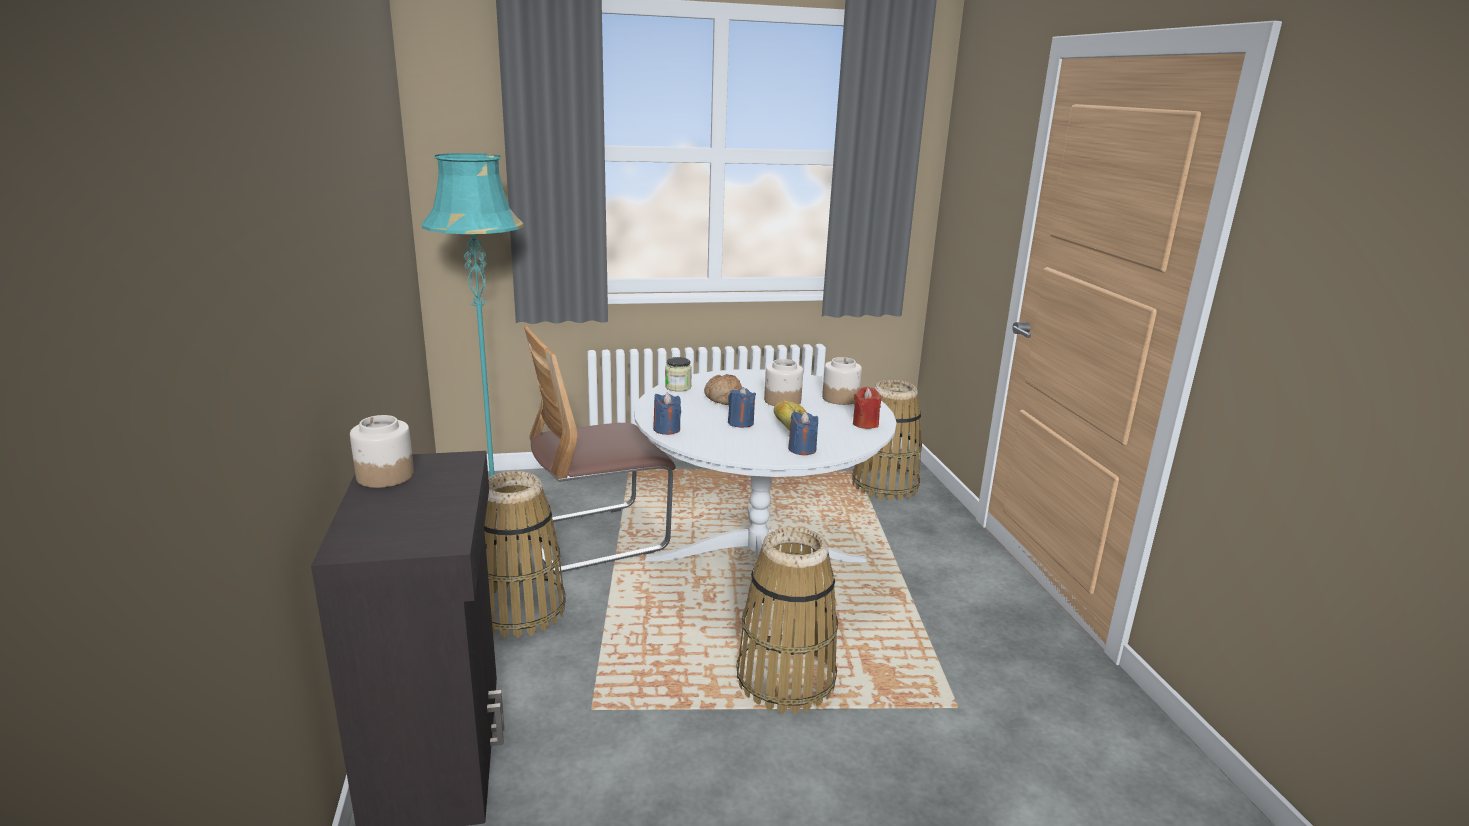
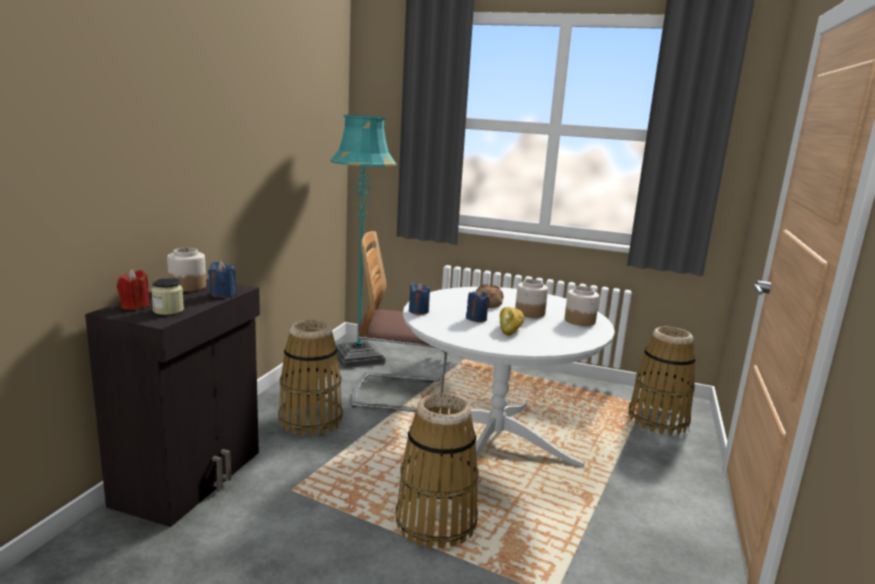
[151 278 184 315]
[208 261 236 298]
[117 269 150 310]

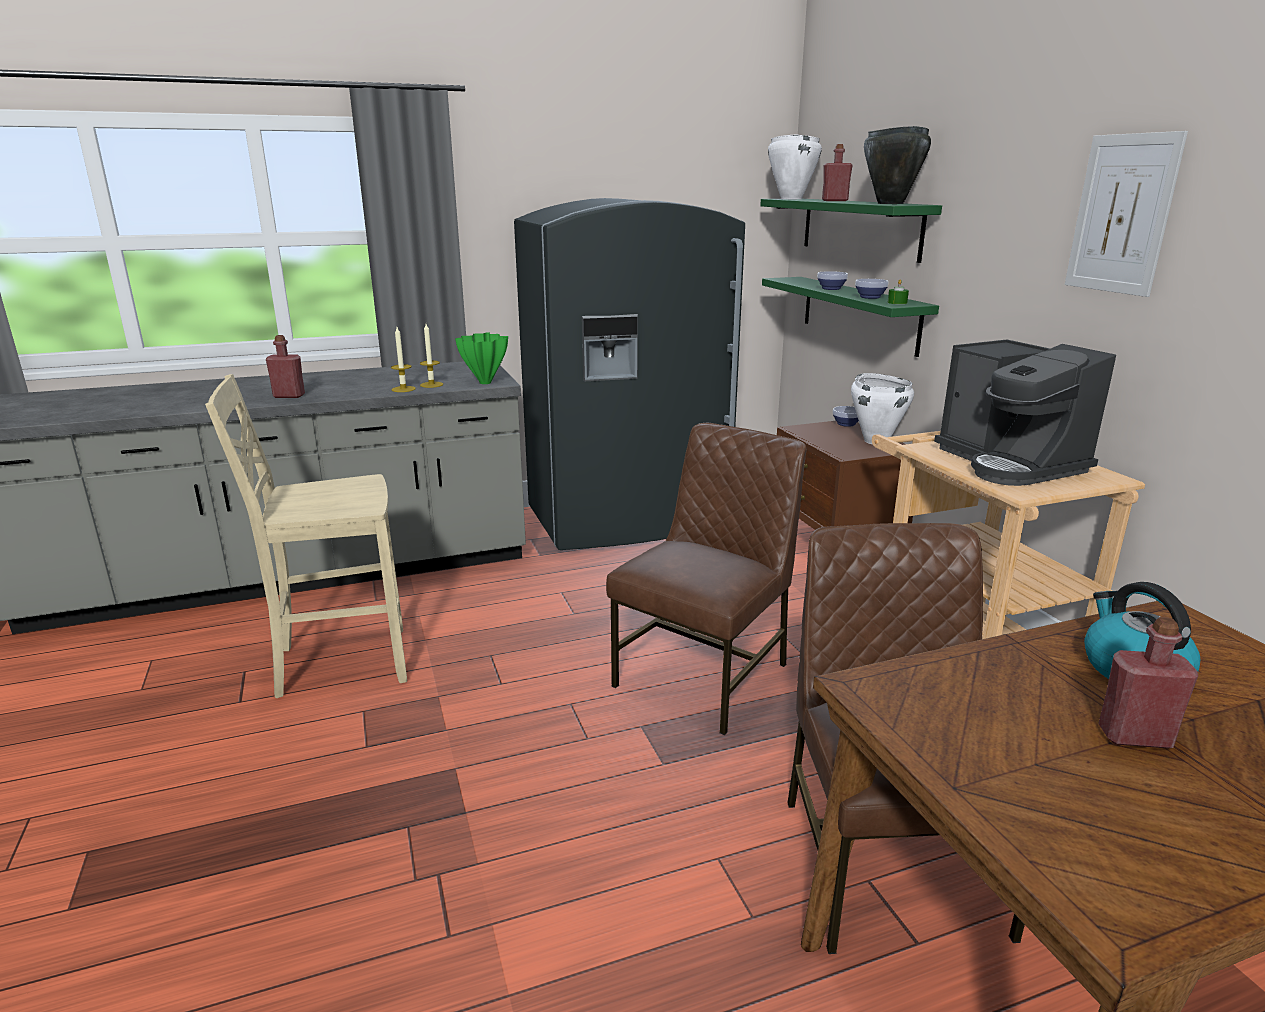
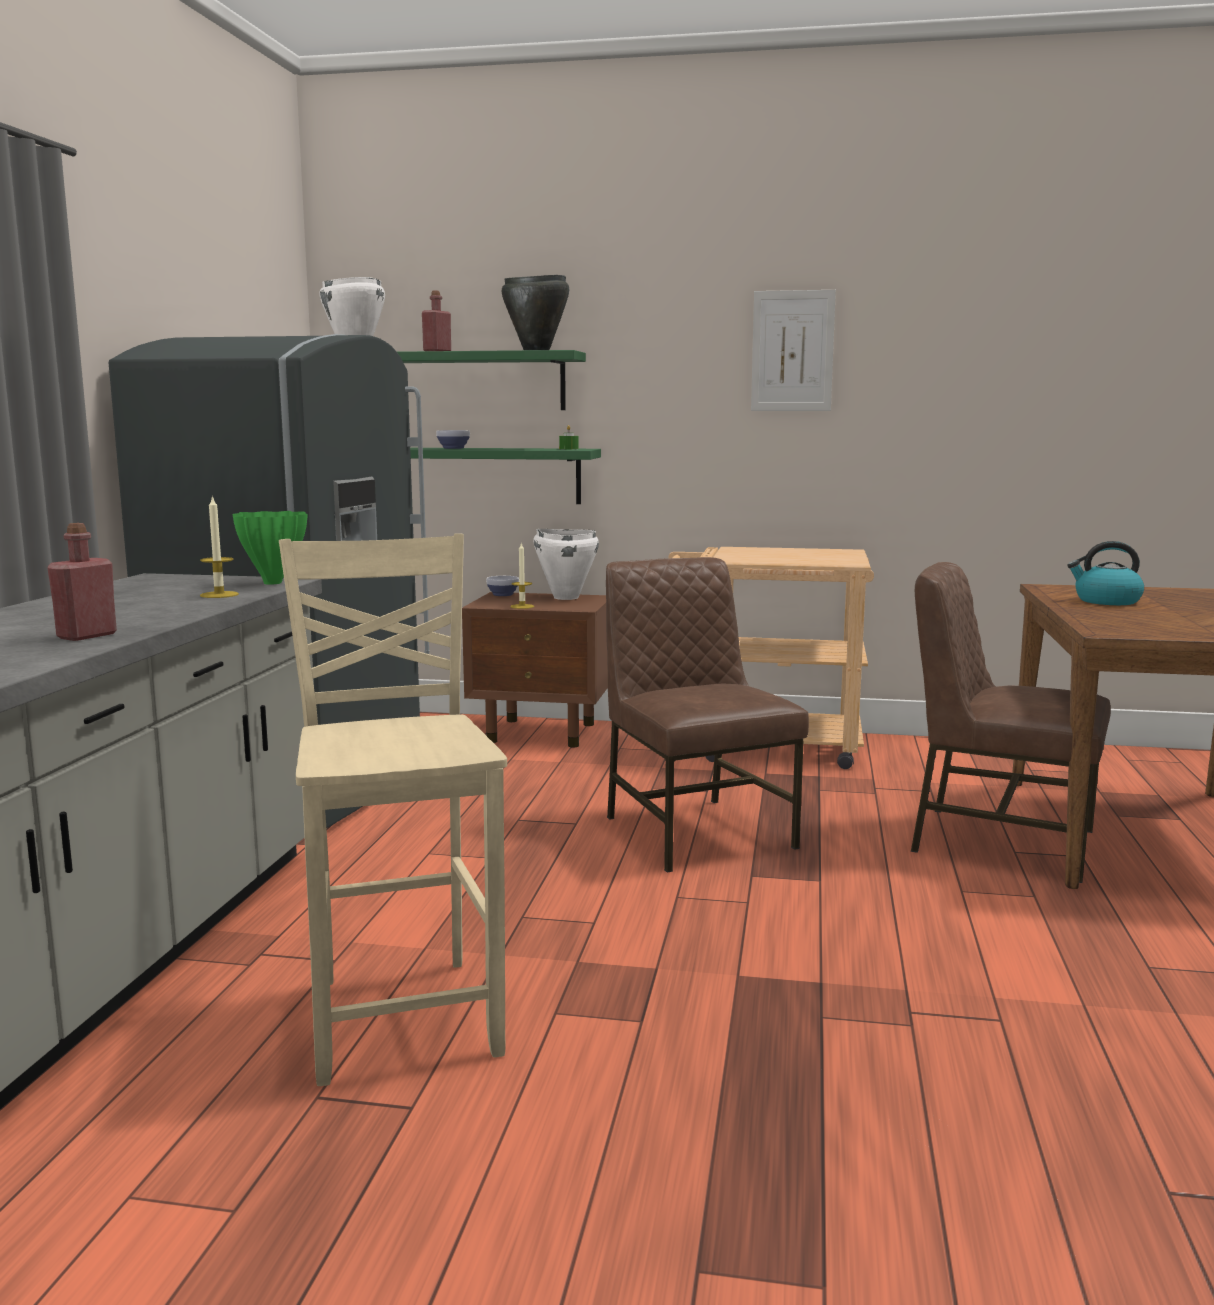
[855 279 888 299] (first image)
[934 340 1116 486] (first image)
[1098 617 1198 748] (first image)
[510 543 534 609]
[279 533 507 1086]

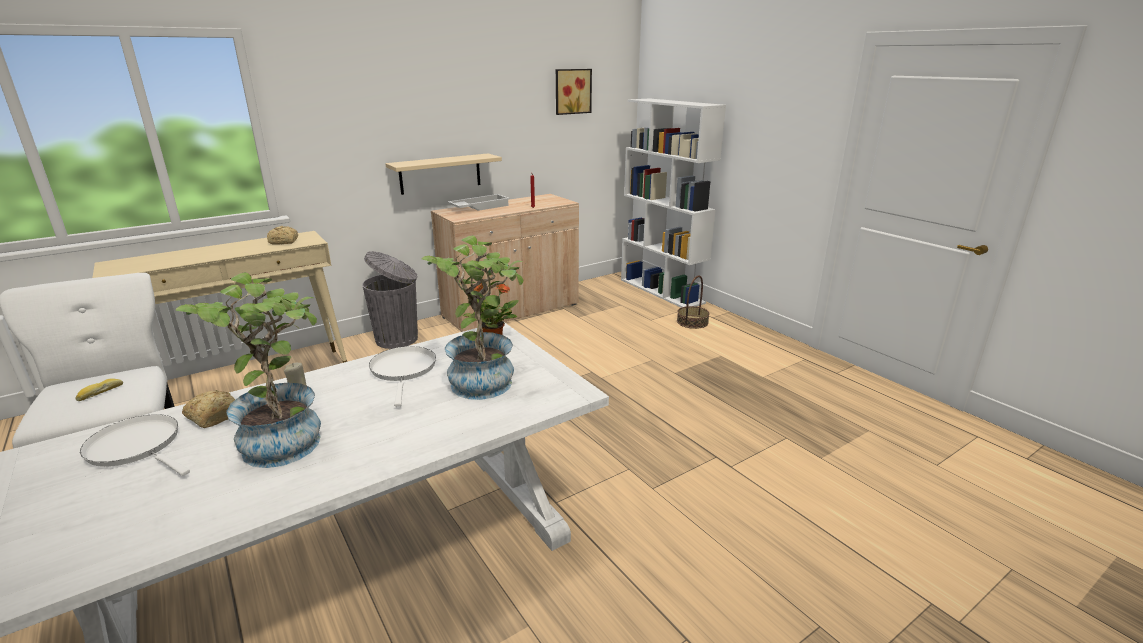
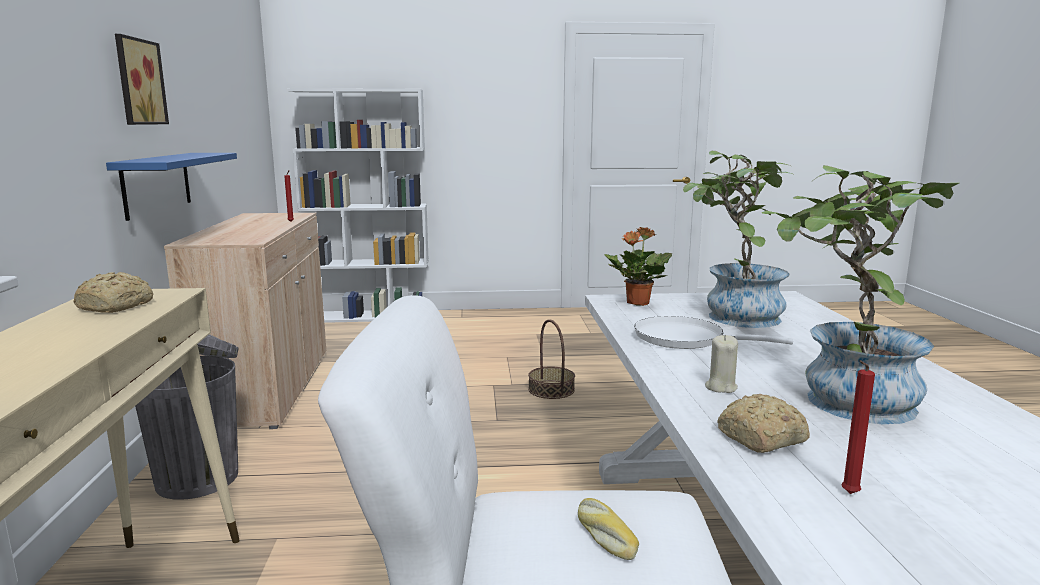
[448 194 510 211] (first image)
[115 34 169 125]
[528 319 575 399]
[841 360 875 494]
[106 153 237 221]

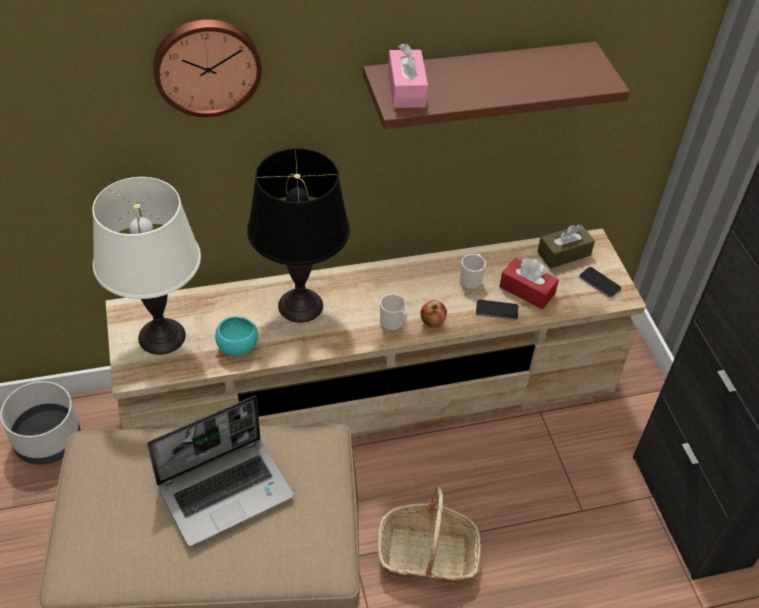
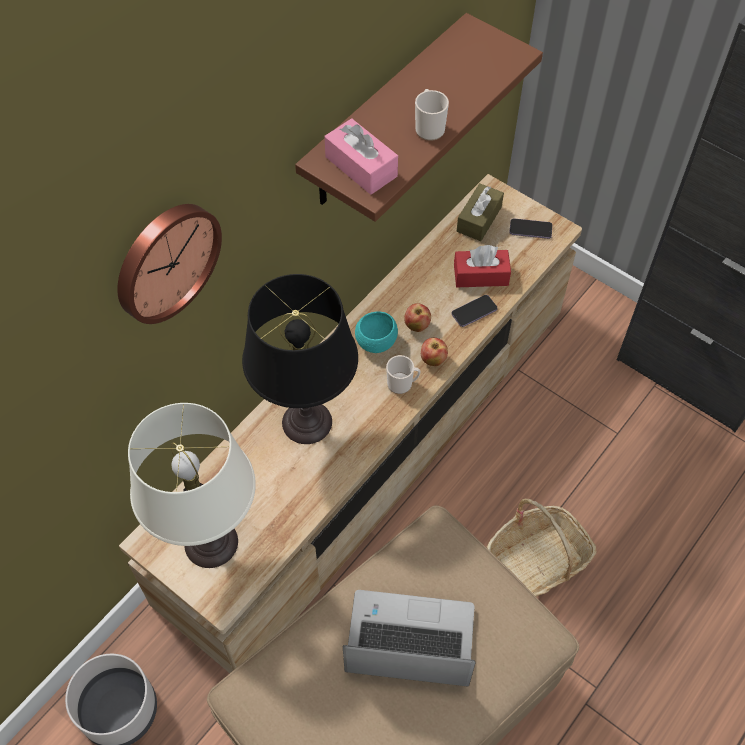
[404 303 431 332]
[355 312 398 353]
[415 89 449 141]
[343 590 476 686]

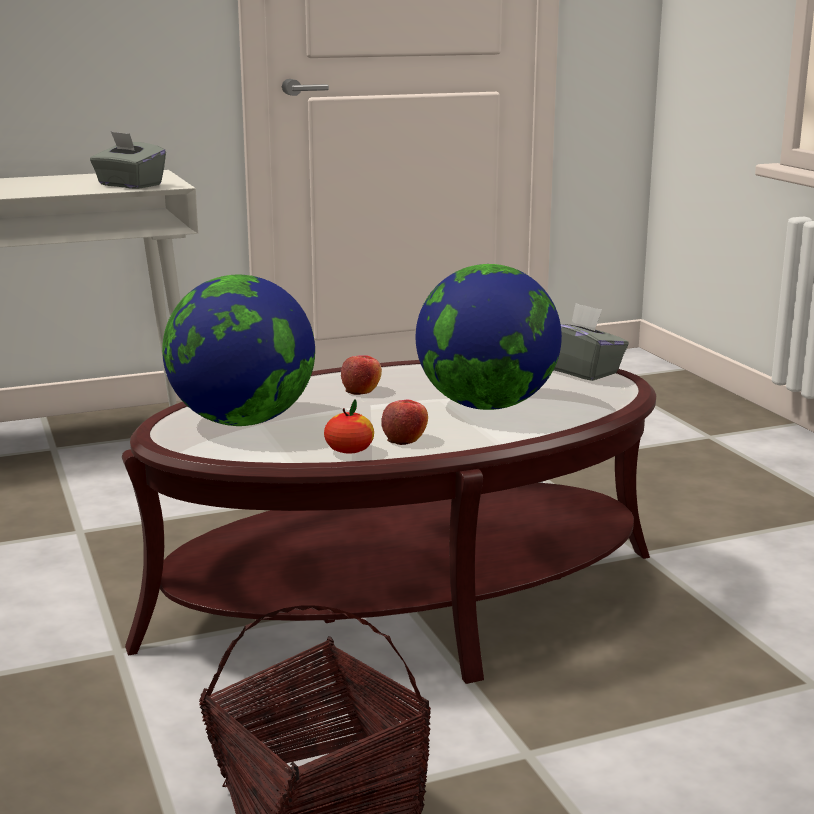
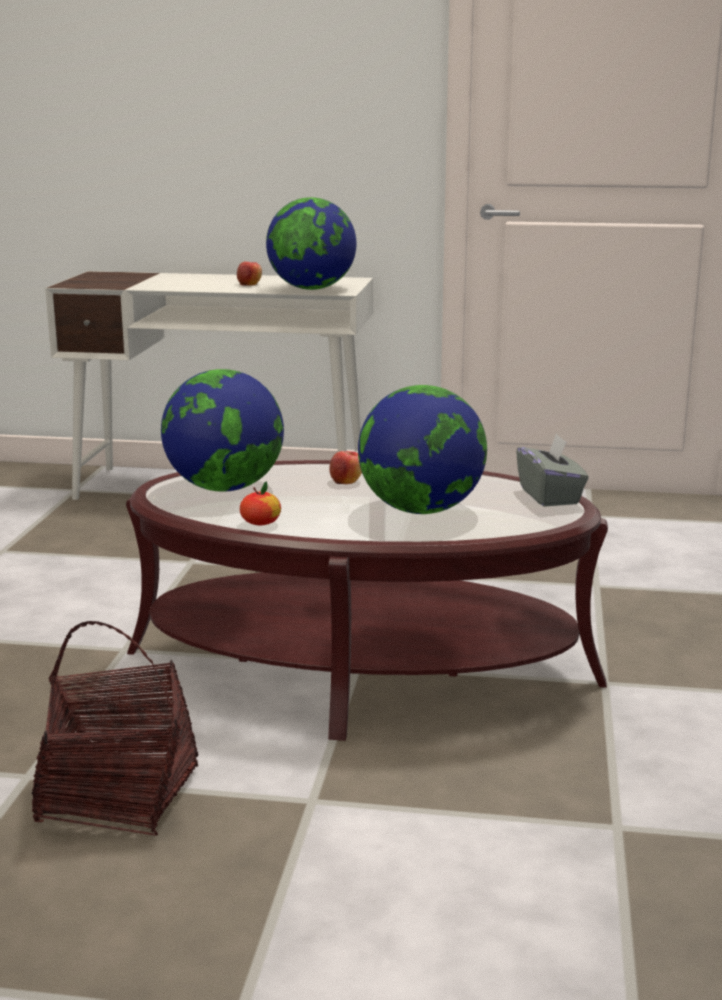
[237 262 262 286]
[266 197 356 290]

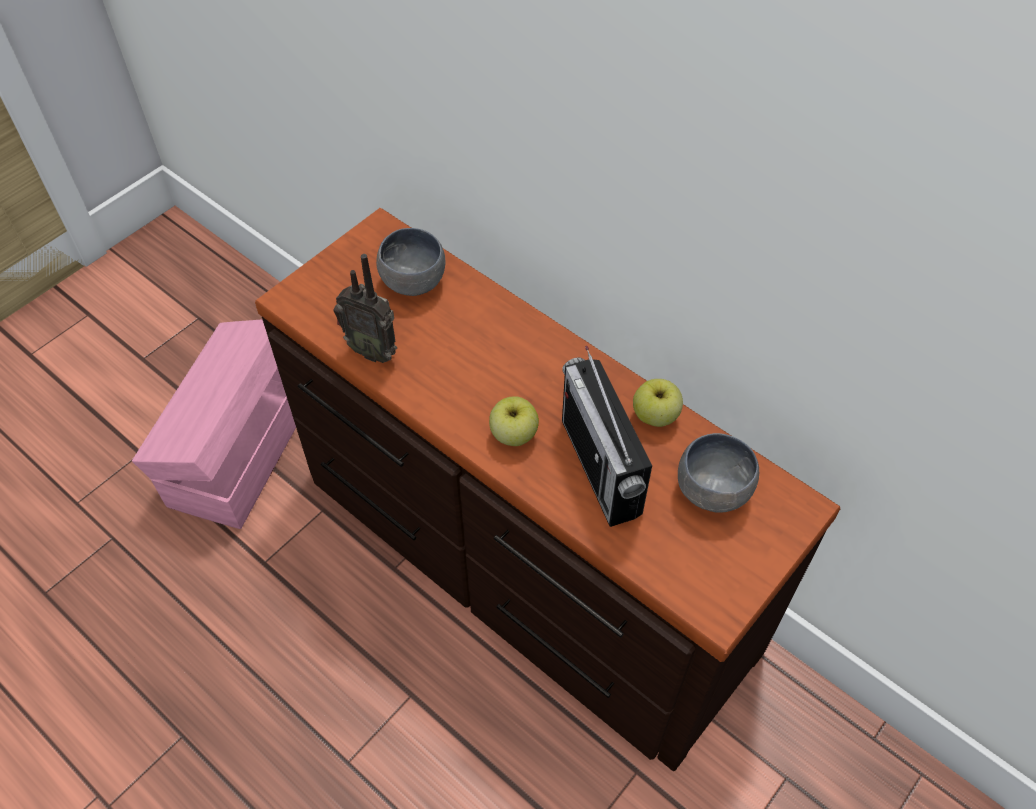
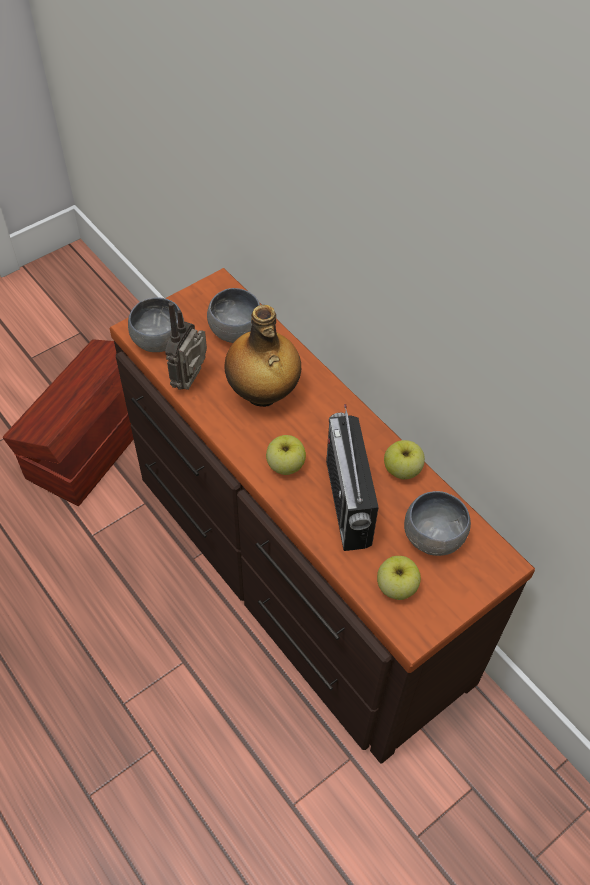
[128 297 184 352]
[224 305 301 407]
[377 556 421 600]
[3 340 134 506]
[165 302 207 390]

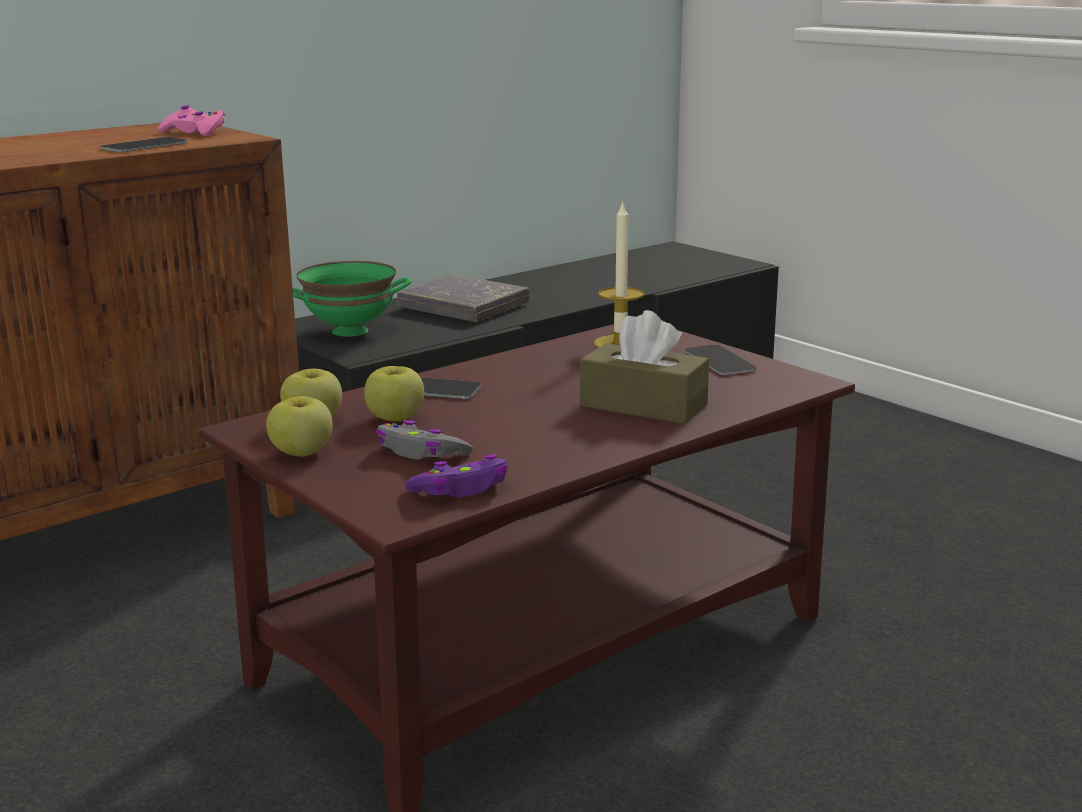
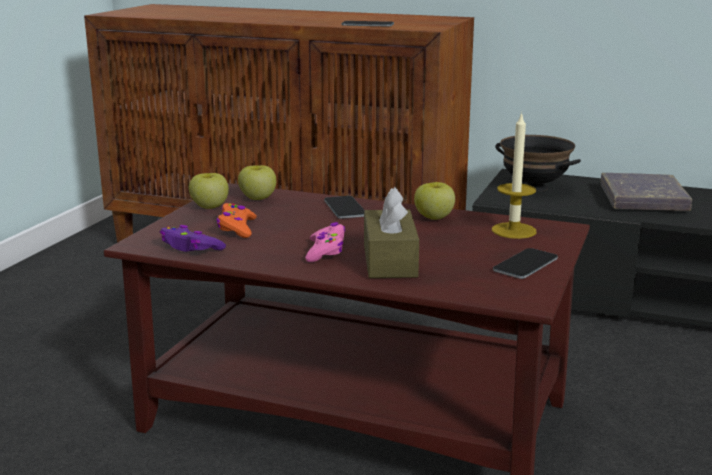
[305 222 345 262]
[414 182 455 220]
[495 135 581 192]
[216 203 257 238]

